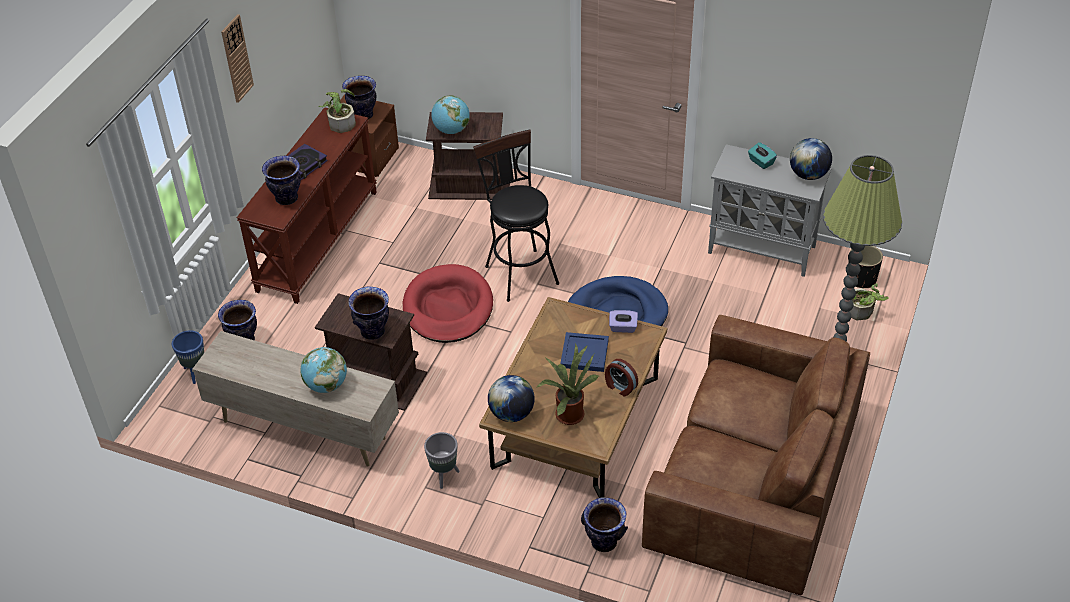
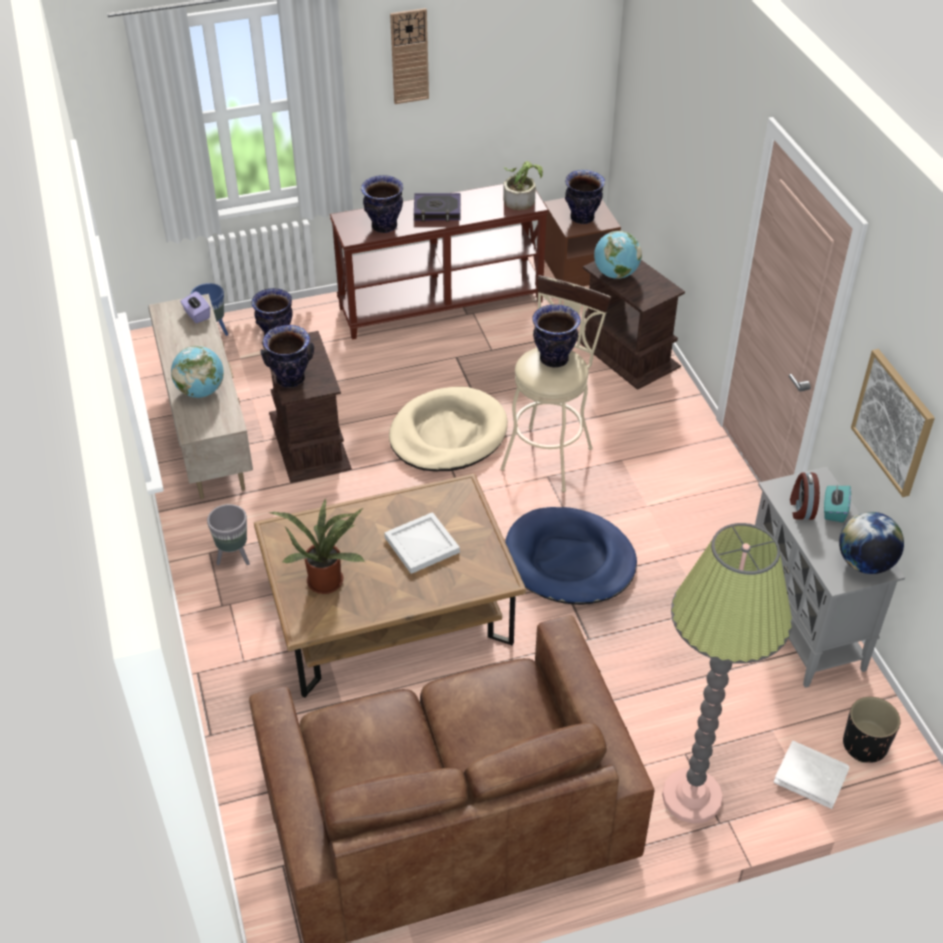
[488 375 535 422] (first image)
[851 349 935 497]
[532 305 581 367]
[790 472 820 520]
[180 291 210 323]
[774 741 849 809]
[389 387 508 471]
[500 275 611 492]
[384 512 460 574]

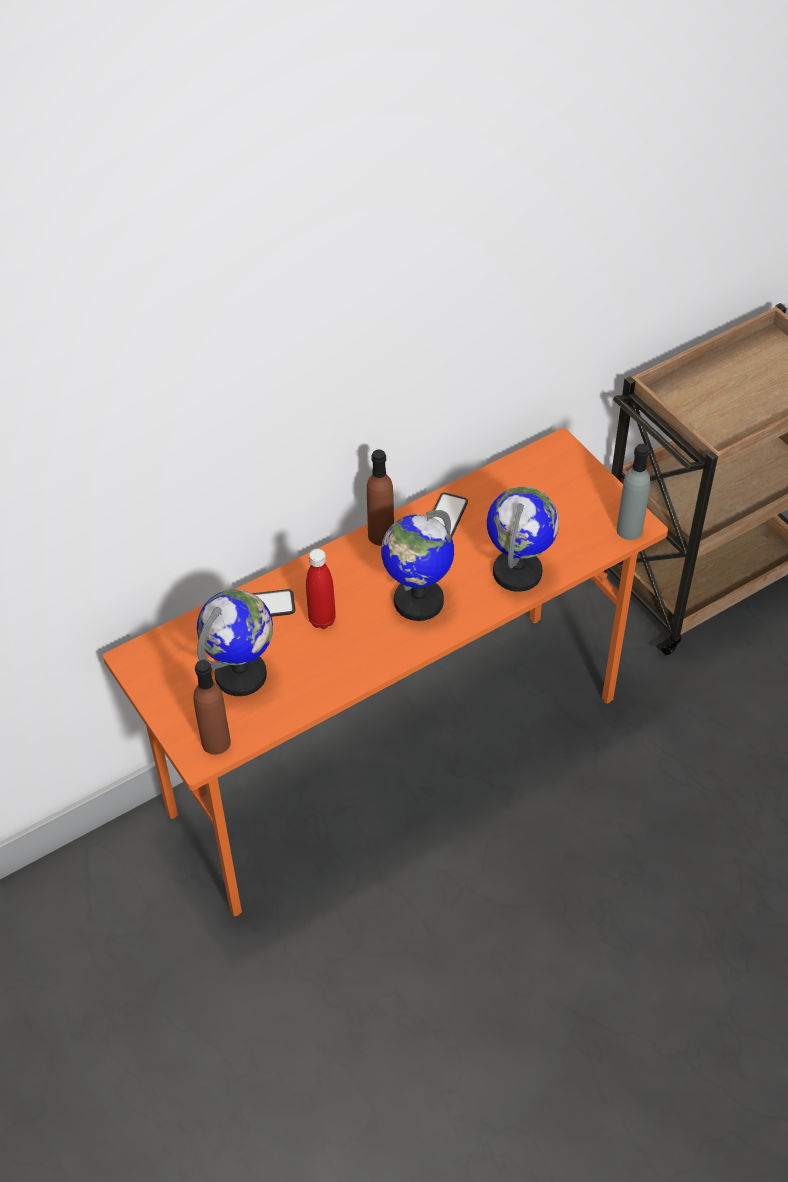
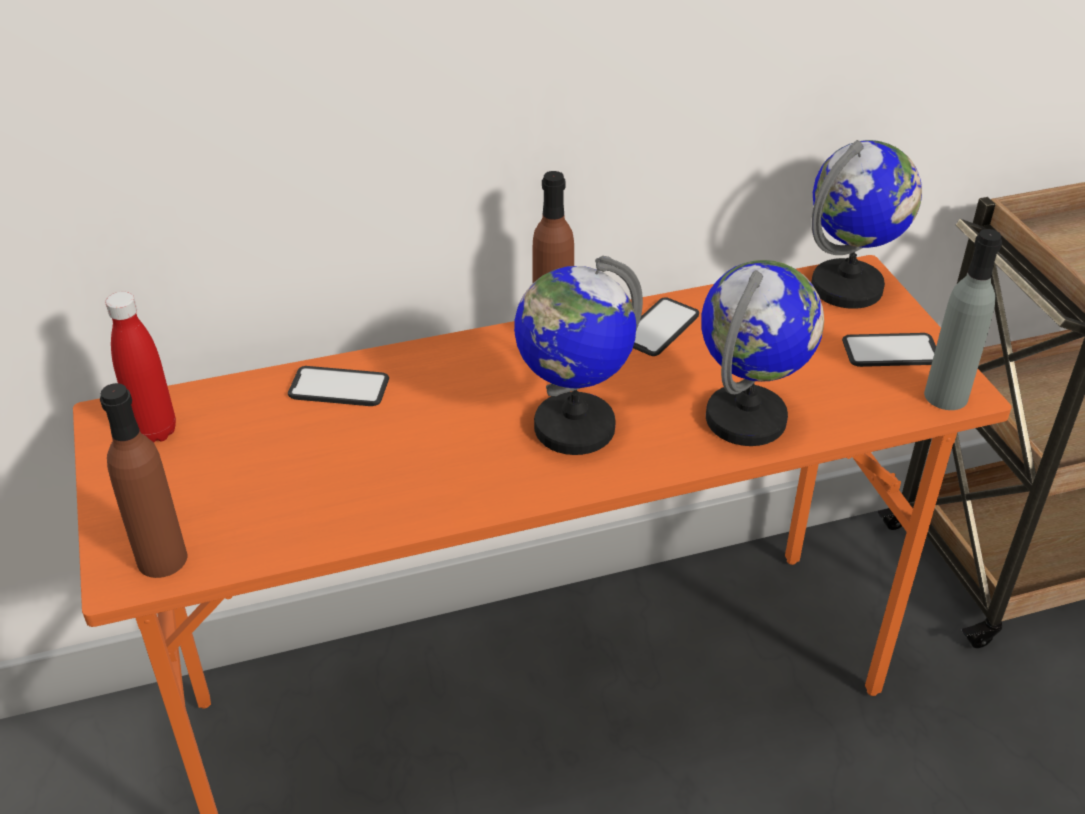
[842 333 936 367]
[811 140 922 309]
[105 292 176 443]

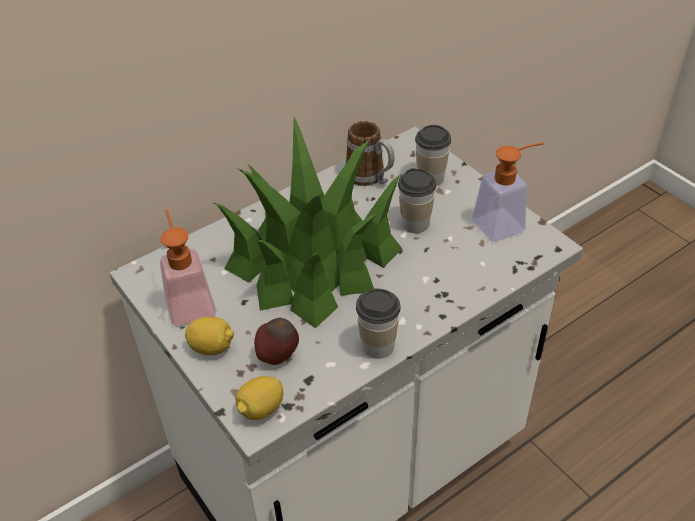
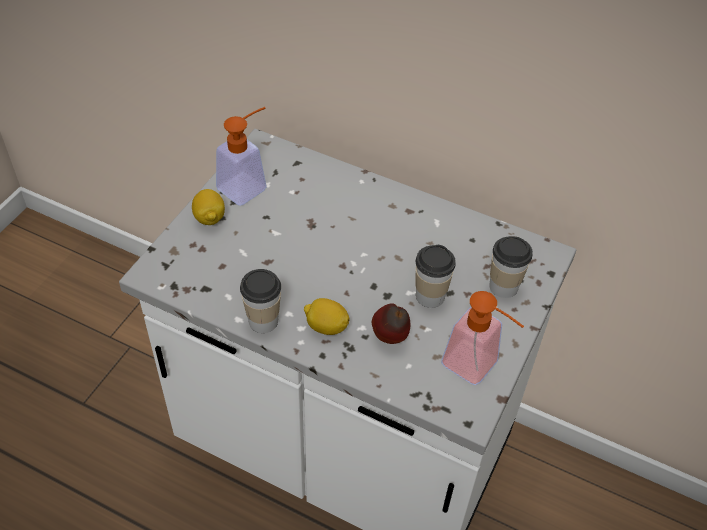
[212 117 402 328] (first image)
[345 121 395 186] (first image)
[304 298 350 335]
[372 304 410 344]

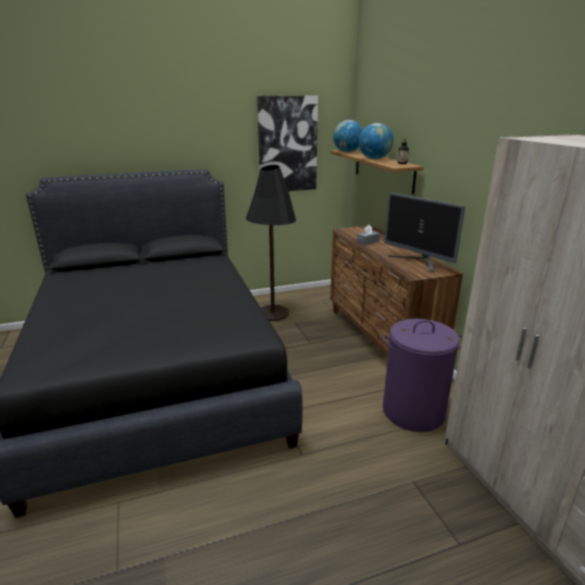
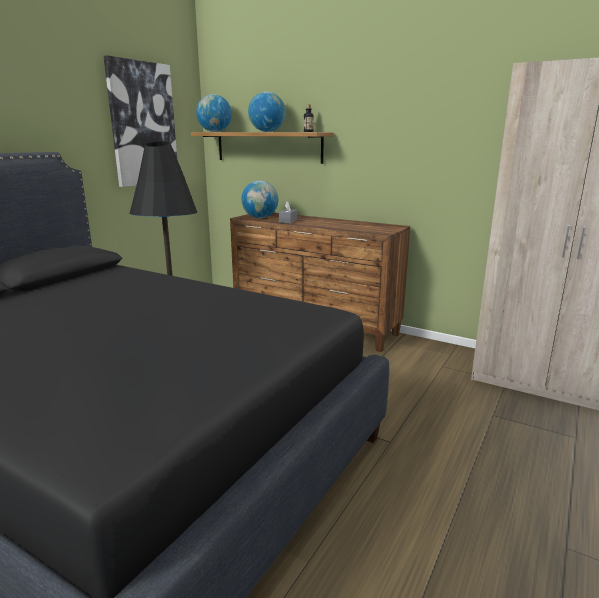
[382 319 463 432] (first image)
[384 193 465 273] (first image)
[241 181 278 218]

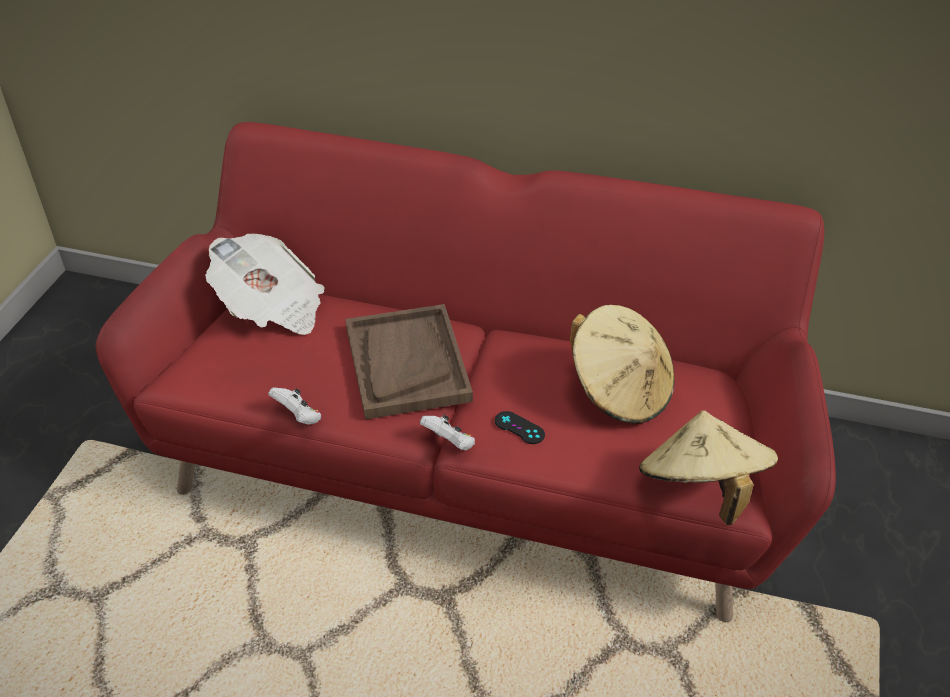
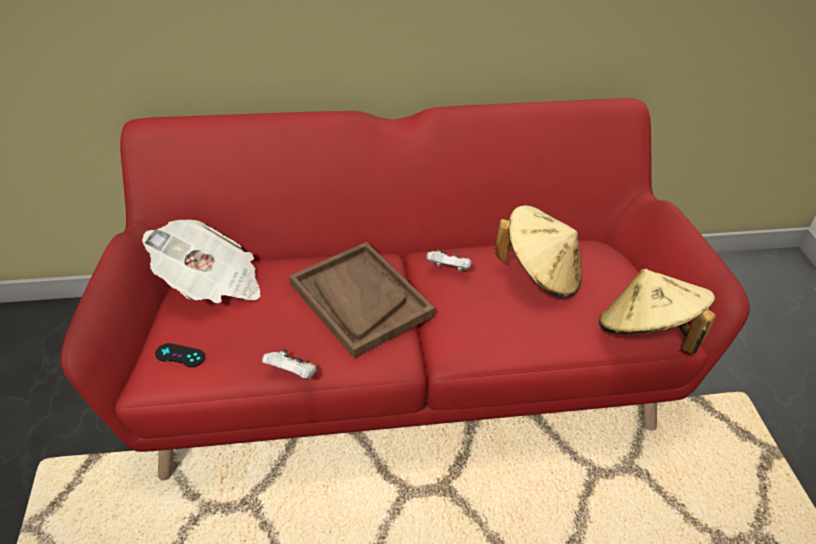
[427 249 471 272]
[155 343 205 367]

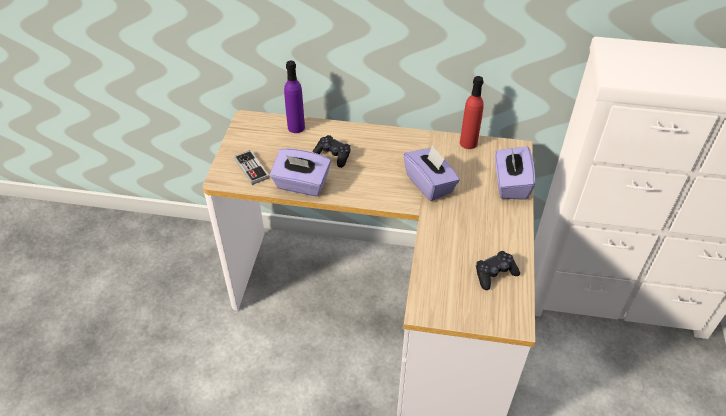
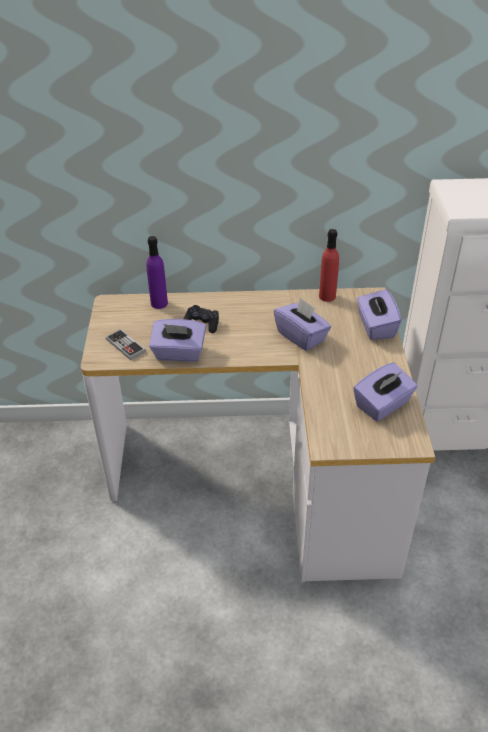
[354 363 418 421]

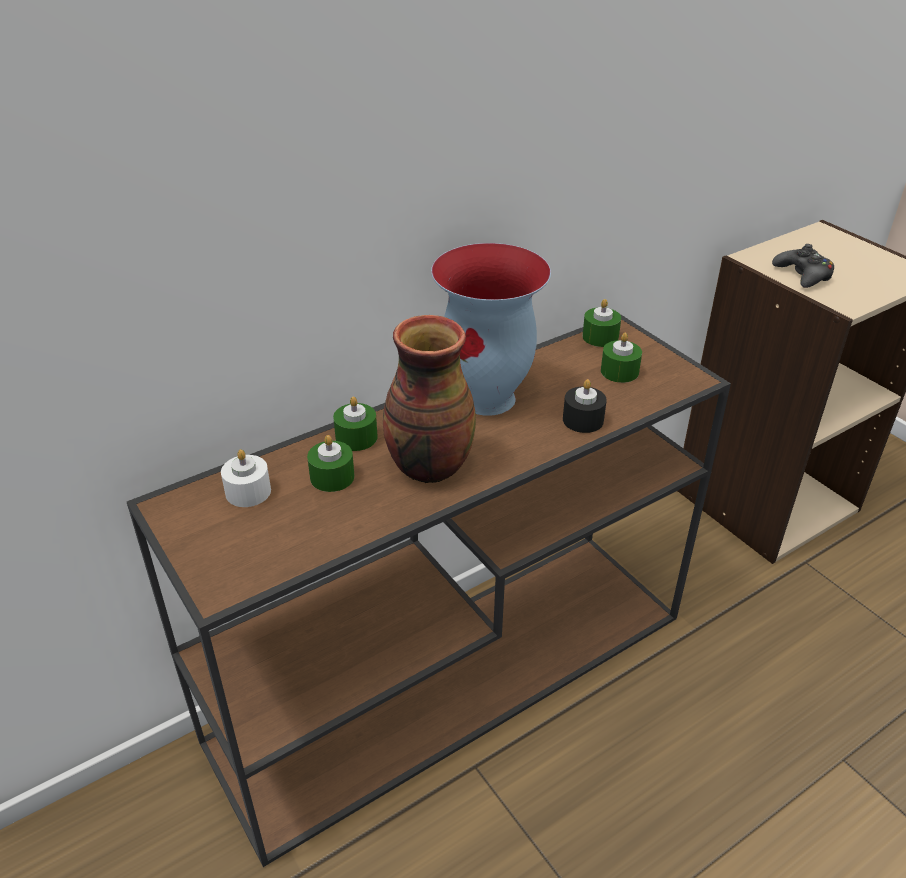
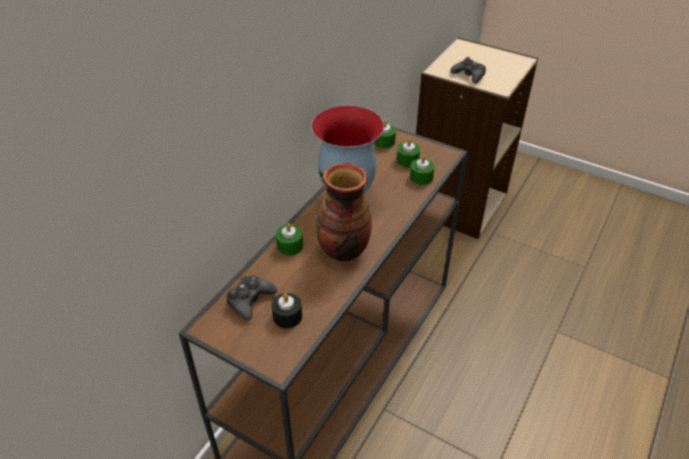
[410 155 435 185]
[272 293 302 328]
[226 275 277 321]

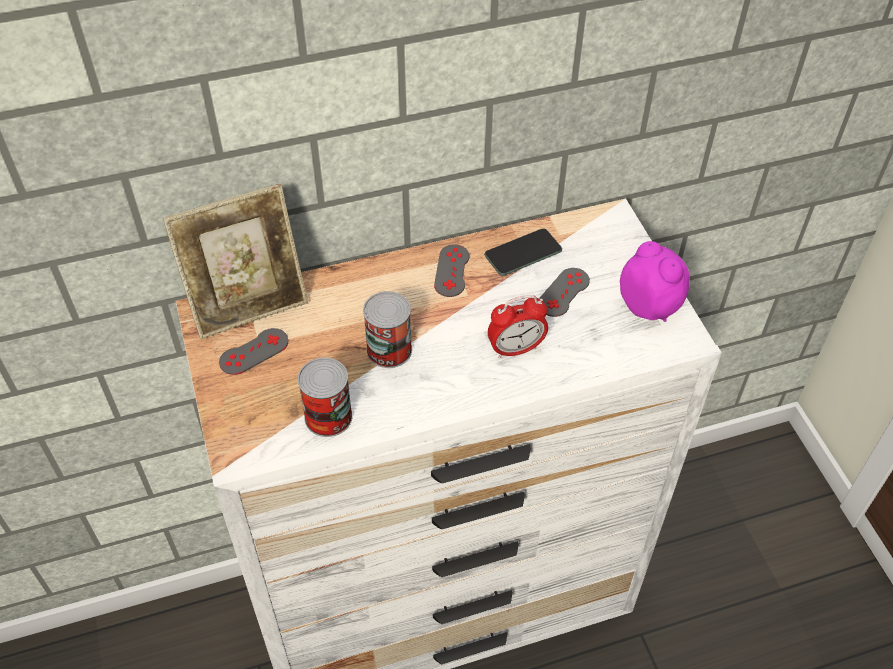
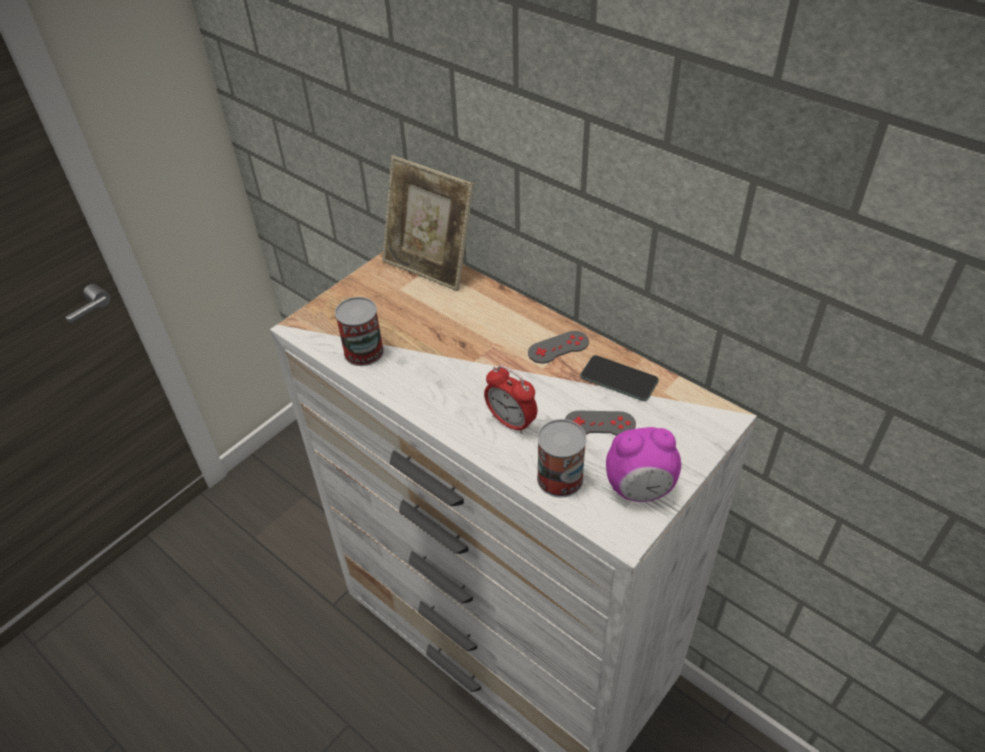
[219 328 288 375] (first image)
[537 419 587 497]
[606 427 681 502]

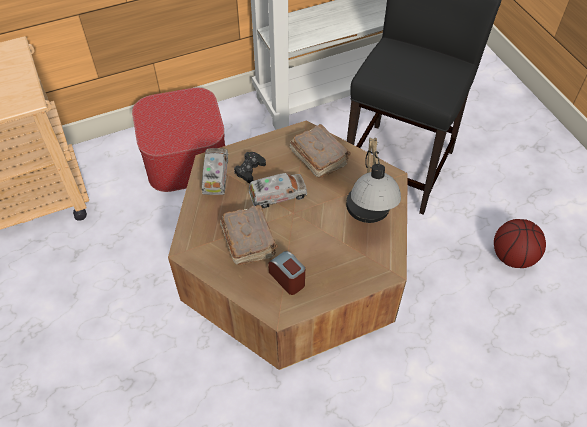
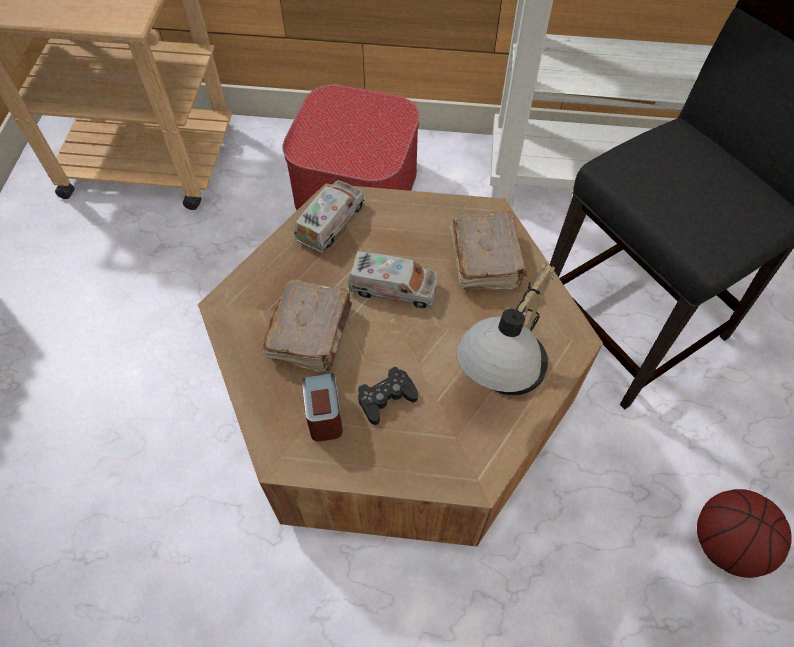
[358 367 418 425]

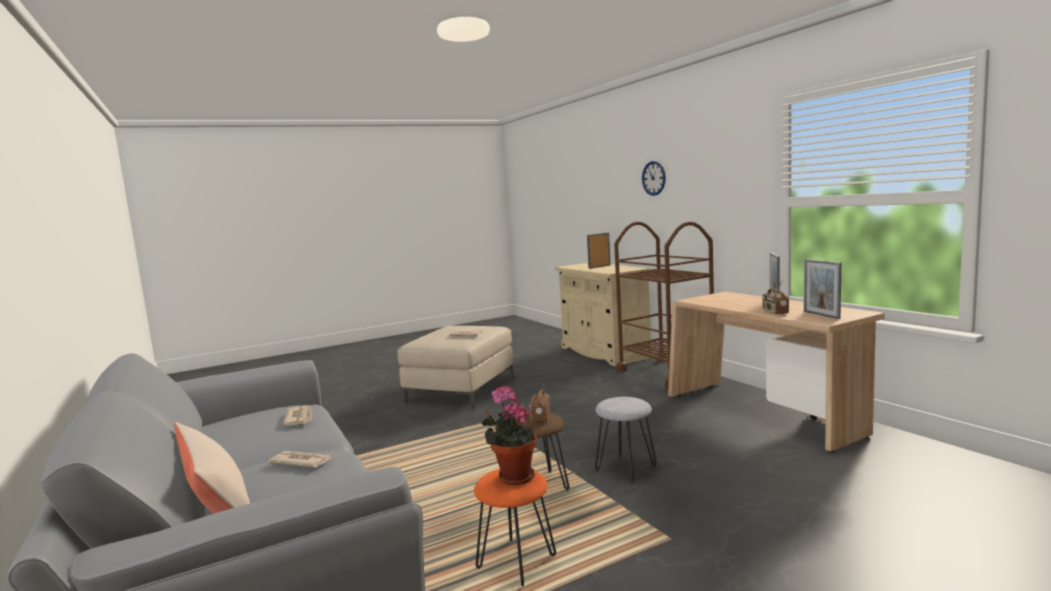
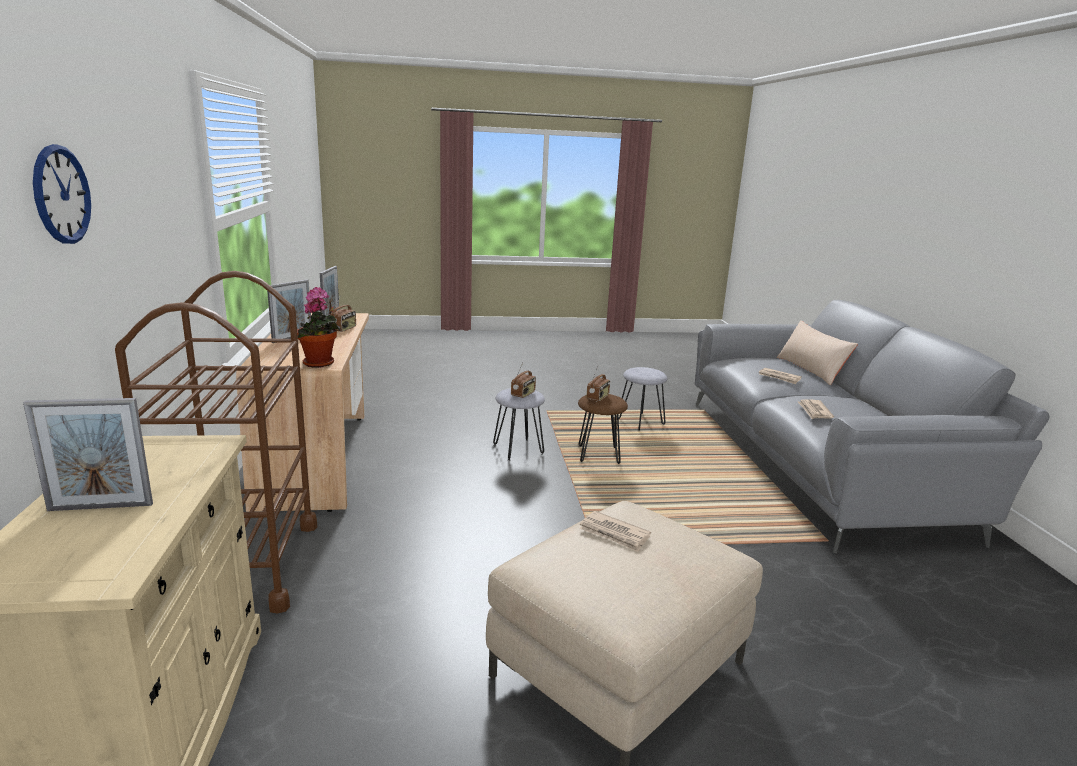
[511 363 536 398]
[297 287 340 367]
[618 367 667 431]

